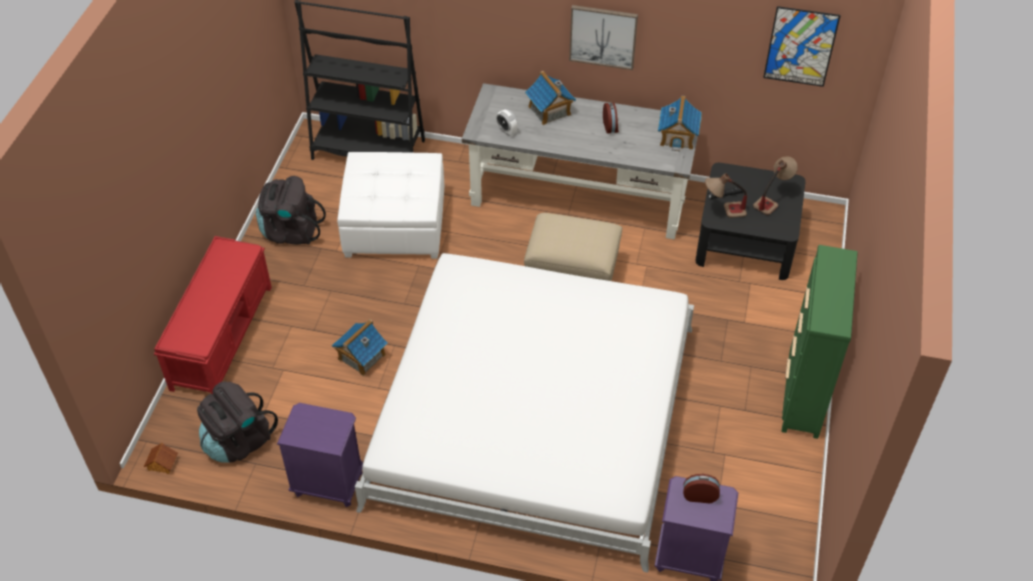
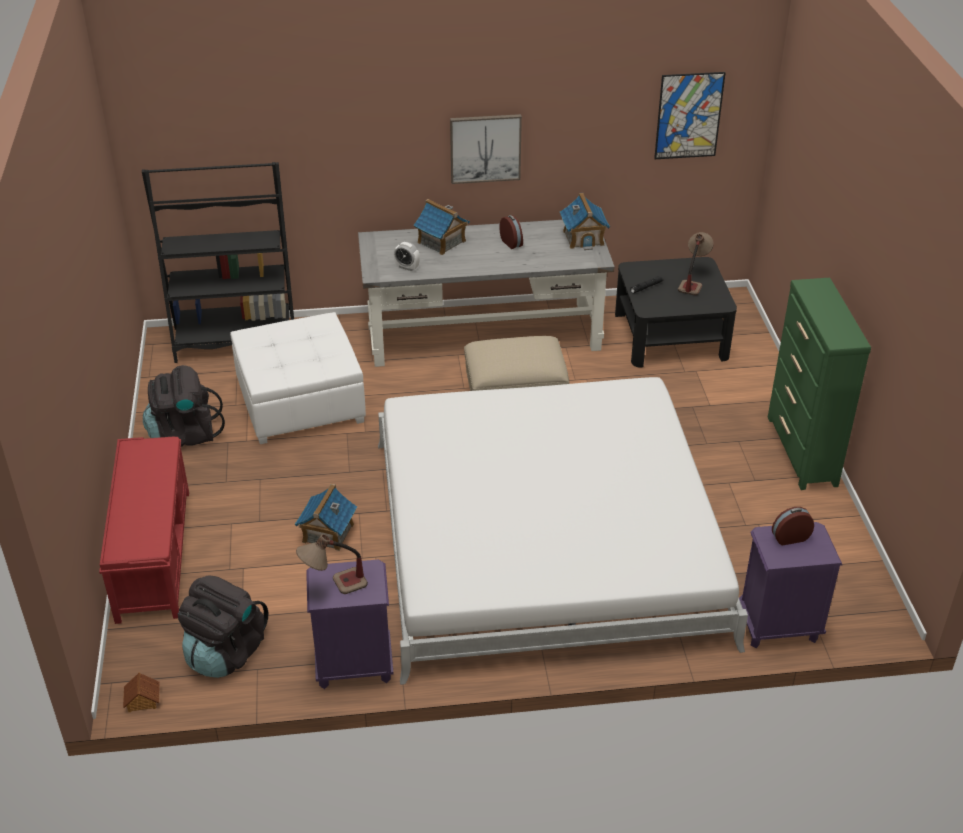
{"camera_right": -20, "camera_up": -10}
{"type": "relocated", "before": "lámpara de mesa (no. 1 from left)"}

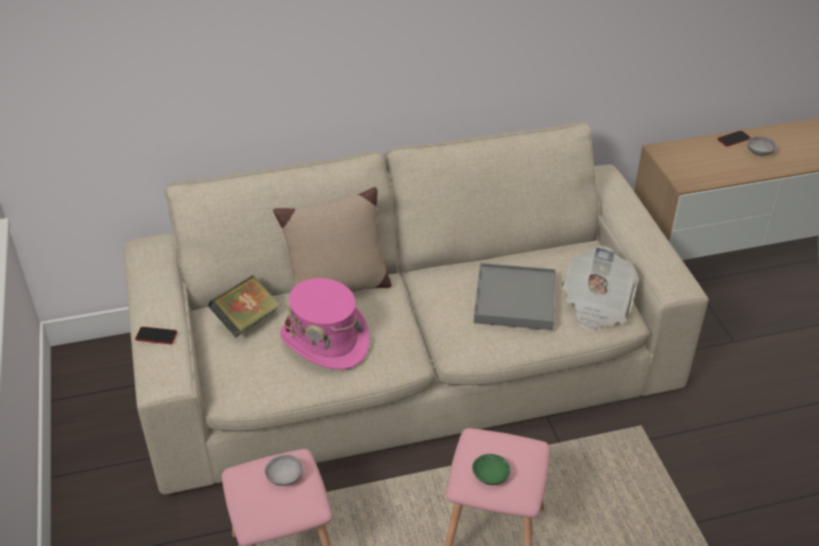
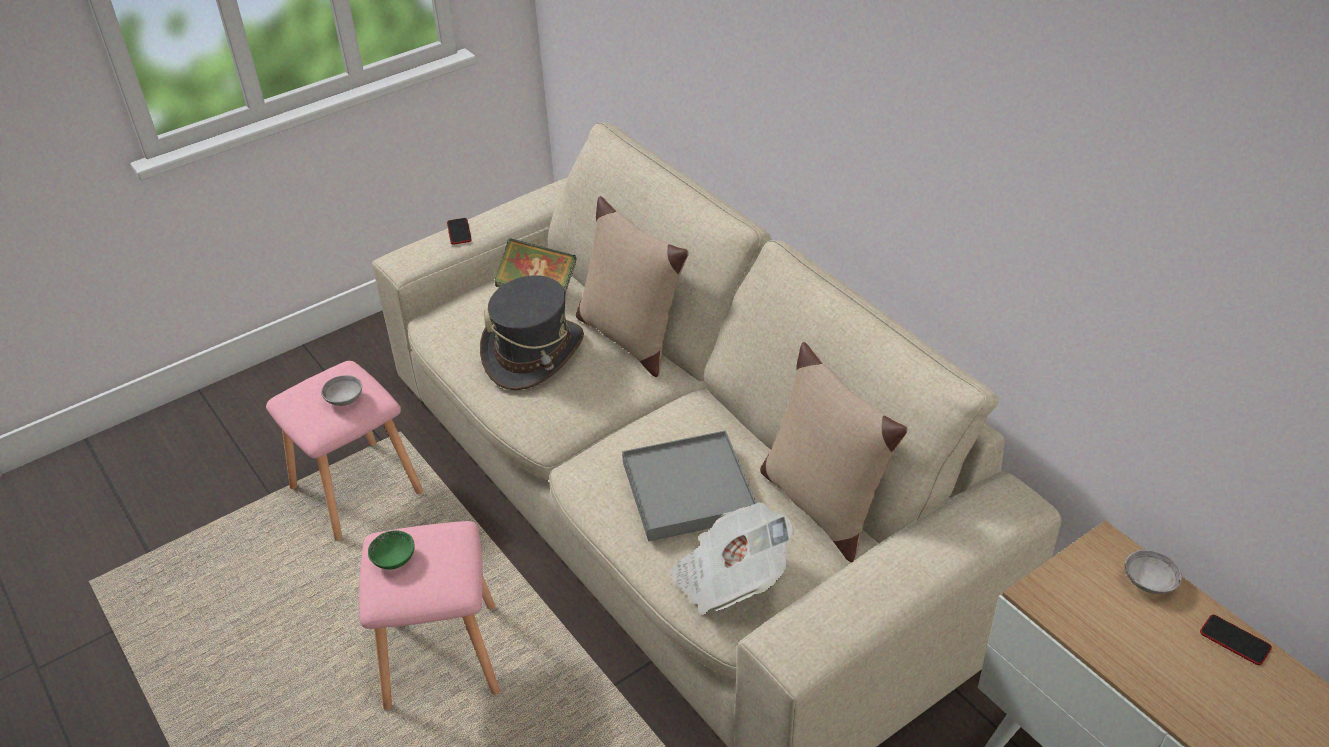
{"camera_right": 70, "camera_up": 0}
{"type": "colour", "before": "sombrero/rosa", "after": "sombrero/gris"}
{"type": "appeared", "after": "cojín/beis (no. 2 from left)"}
{"type": "relocated", "before": "cuenco/gris (no. 2 from left)"}

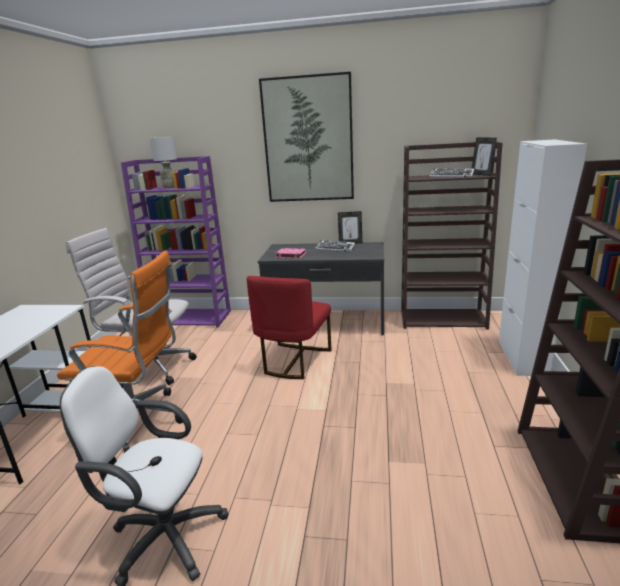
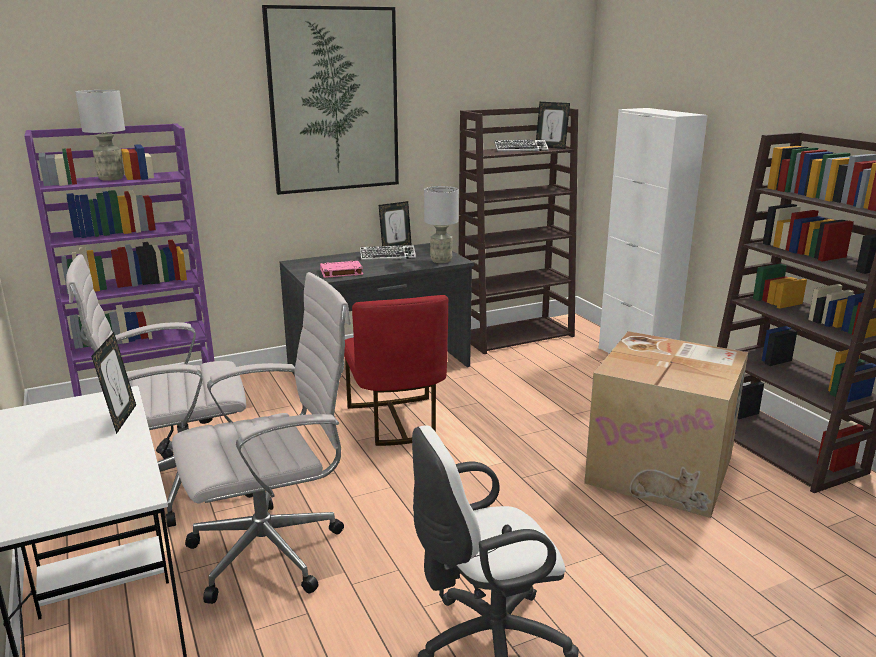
{"camera_right": -35, "camera_up": 0}
{"type": "appeared", "after": "portarretratos (no. 1 from left)"}
{"type": "colour", "before": "silla de oficina/naranja", "after": "silla de oficina/blanco (no. 2 from left)"}
{"type": "appeared", "after": "lámpara de mesa/gris (no. 2 from left)"}
{"type": "appeared", "after": "caja de cartón"}

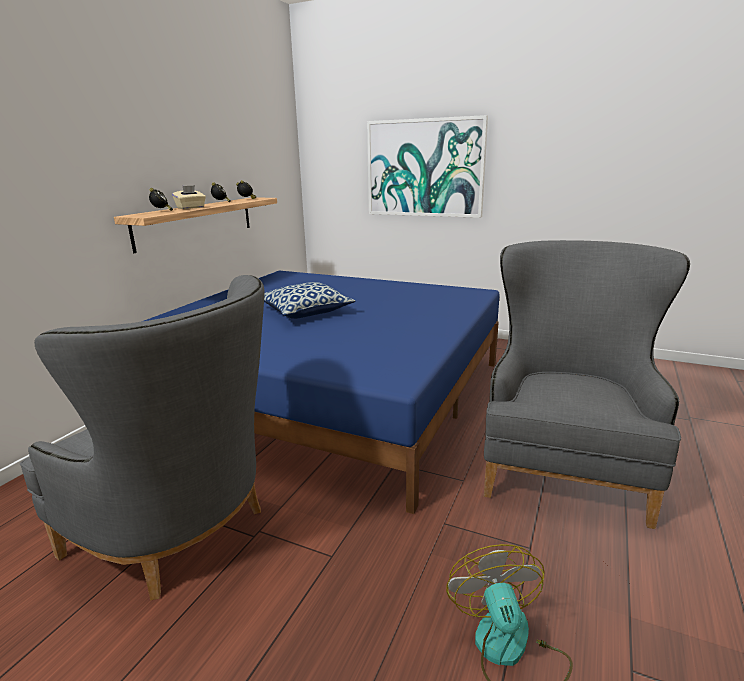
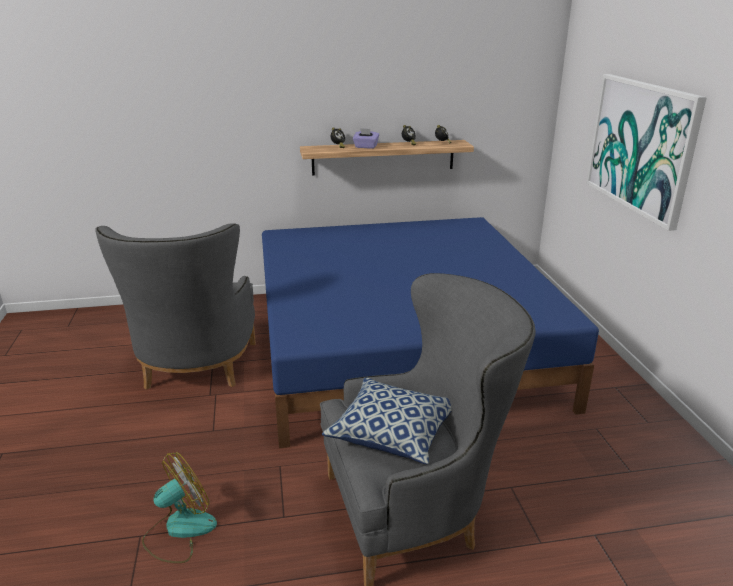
{"camera_right": 55, "camera_up": 5}
{"type": "relocated", "before": "cojín"}
{"type": "colour", "before": "caja de pañuelos/beis", "after": "caja de pañuelos/morado"}

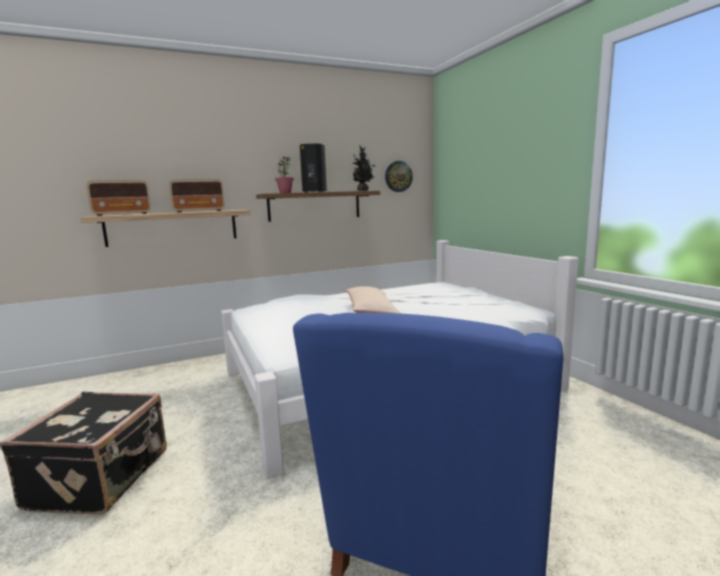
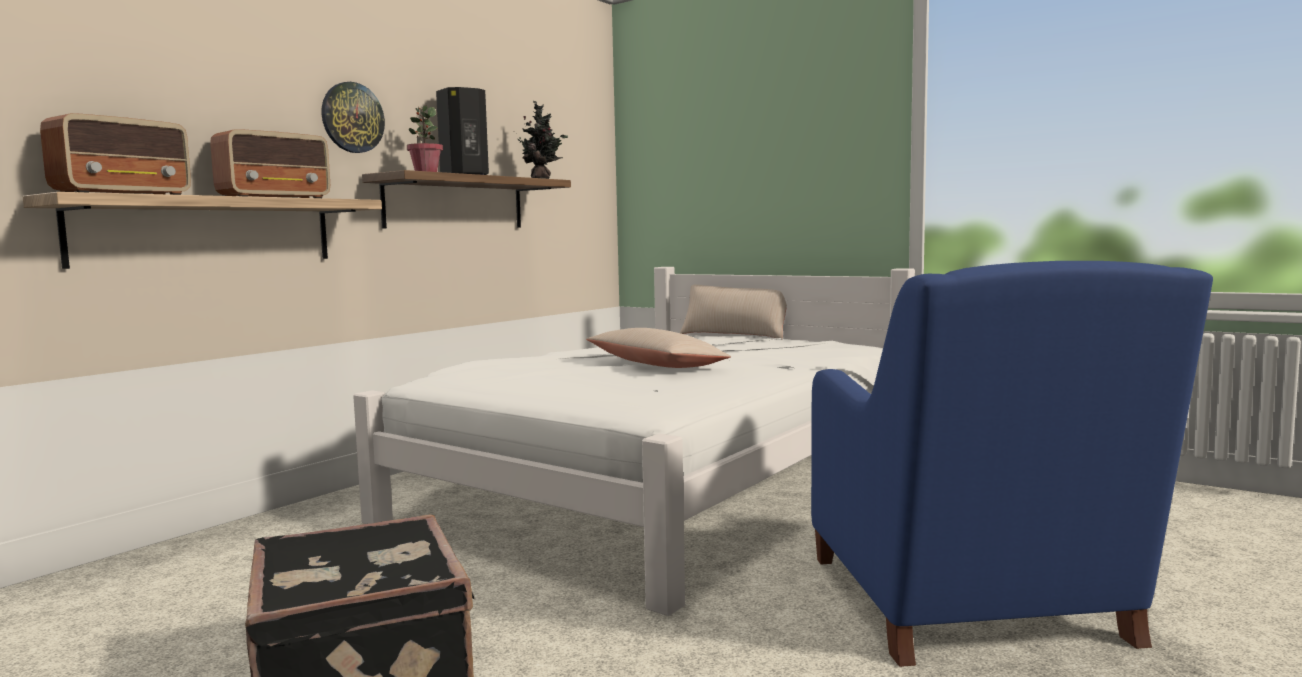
{"camera_right": -30, "camera_up": -5}
{"type": "relocated", "before": "reloj de pared"}
{"type": "appeared", "after": "cojín/beis (no. 2 from left)"}

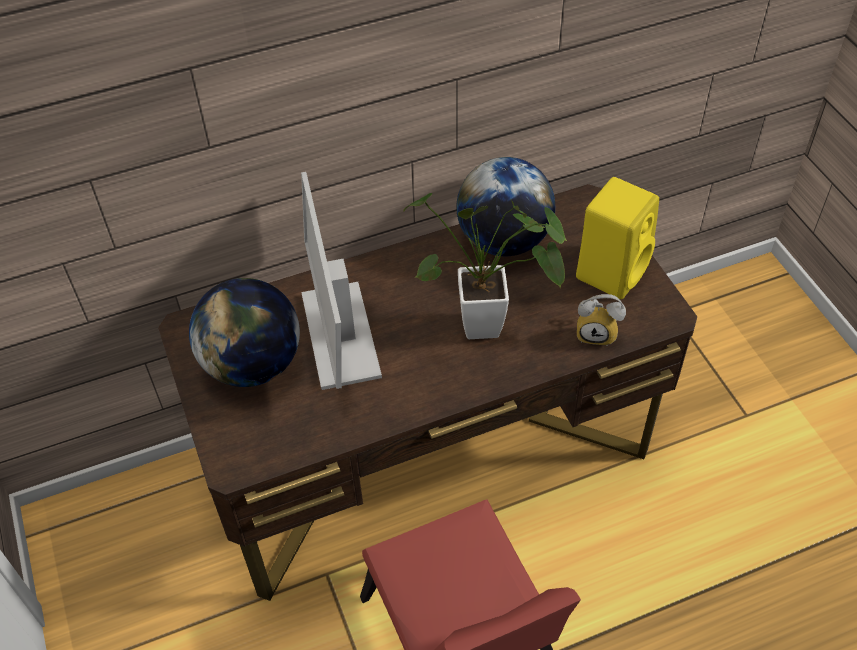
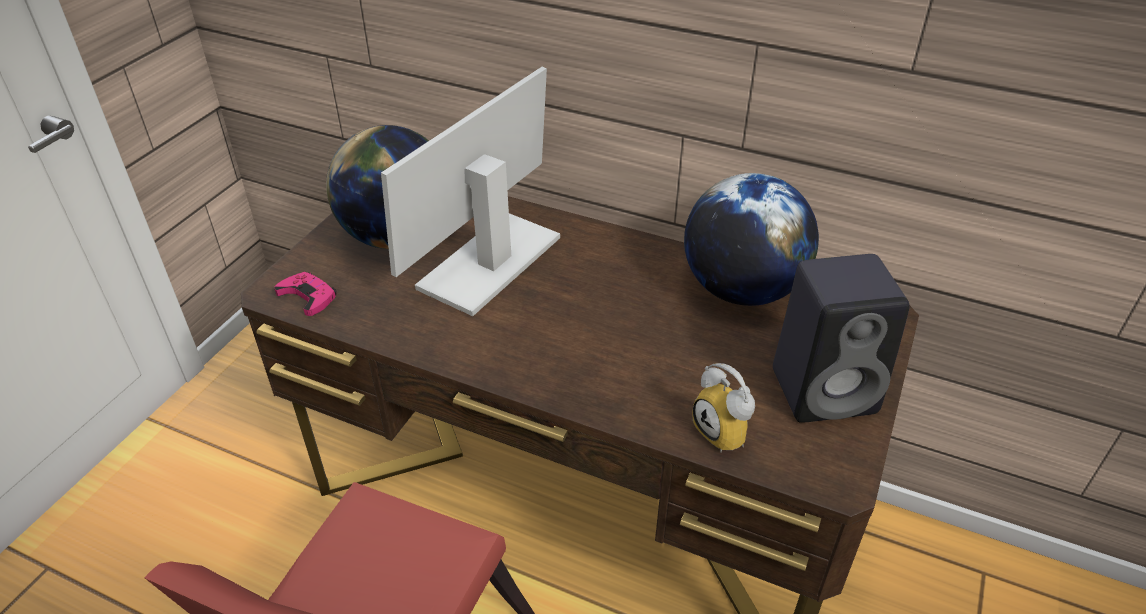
{"camera_right": 45, "camera_up": -10}
{"type": "appeared", "after": "mando de consola/rosa"}
{"type": "colour", "before": "altavoz/amarillo", "after": "altavoz/negro"}
{"type": "missing", "before": "planta en maceta"}

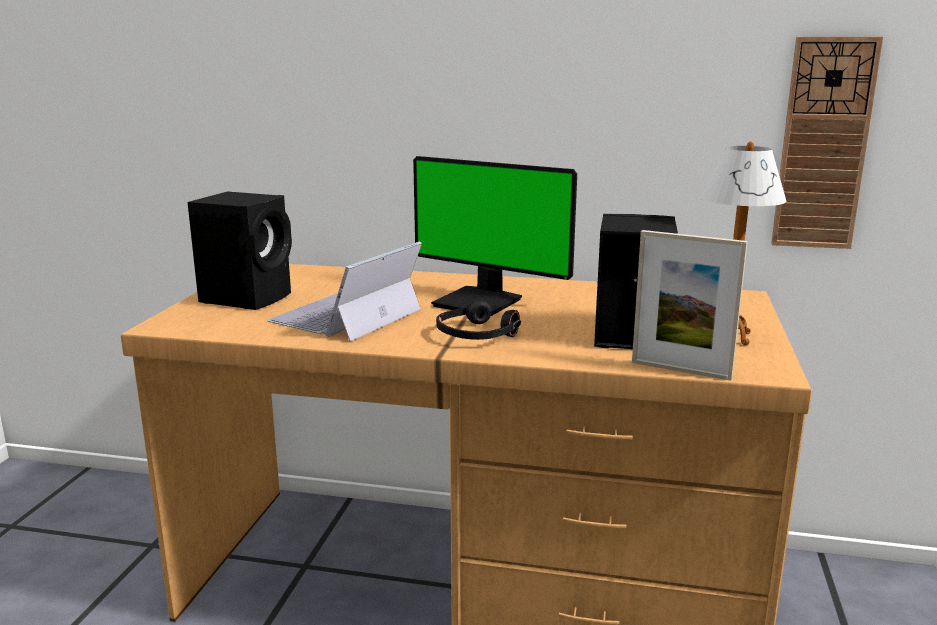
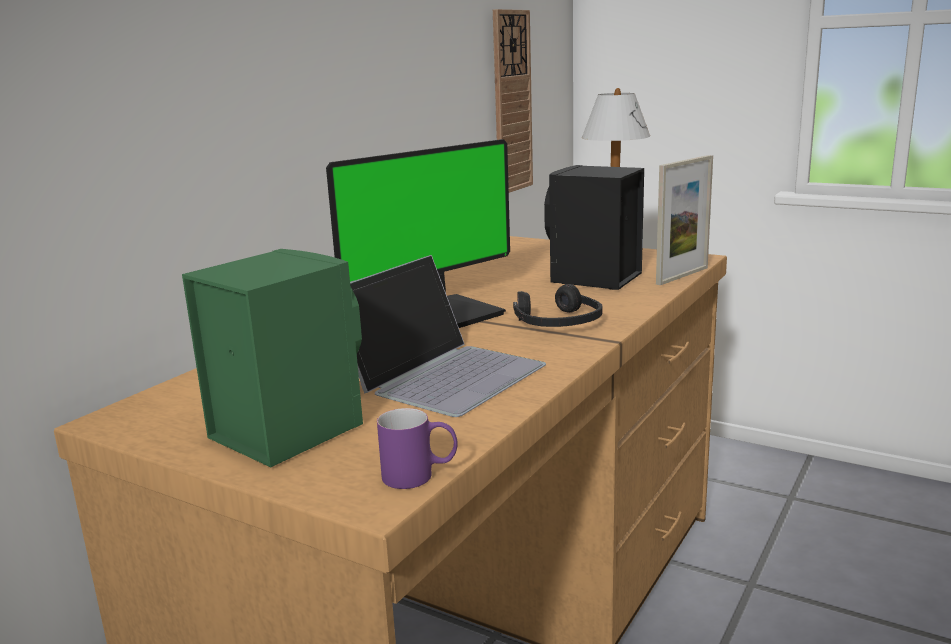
{"camera_right": -70, "camera_up": 0}
{"type": "colour", "before": "altavoz/negro (no. 1 from left)", "after": "altavoz/verde"}
{"type": "spun", "before": "portátil", "turn": -105}
{"type": "appeared", "after": "taza grande/morado"}

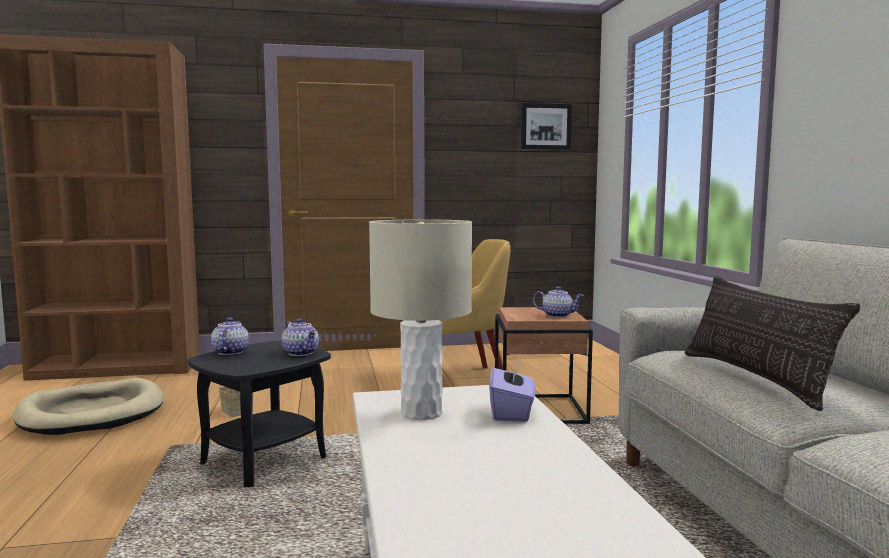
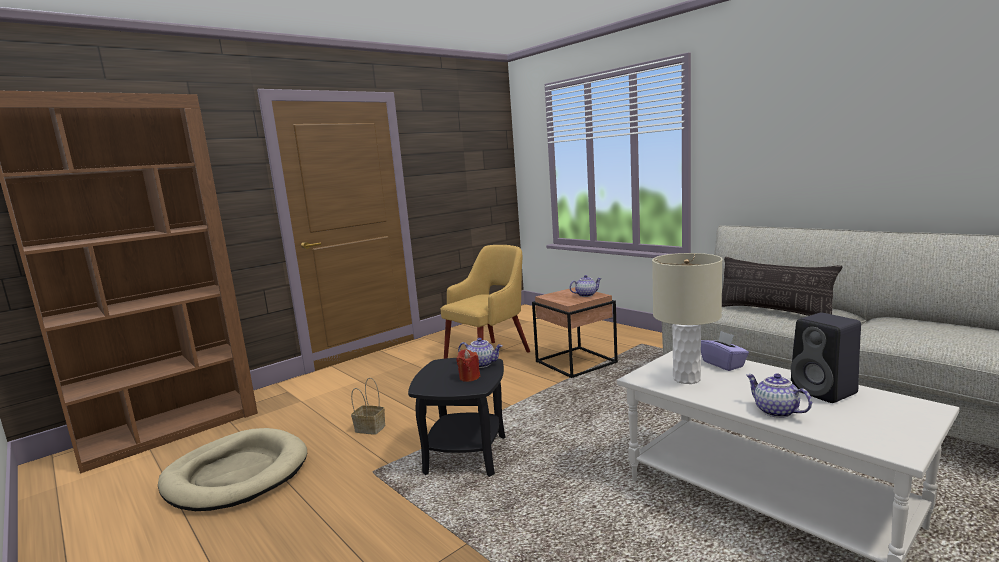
{"camera_right": -30, "camera_up": 5}
{"type": "appeared", "after": "vela/rojo"}
{"type": "relocated", "before": "tetera (no. 1 from left in the first image)", "after": "tetera (no. 3 from left)"}
{"type": "appeared", "after": "altavoz/negro"}
{"type": "missing", "before": "cuadro"}

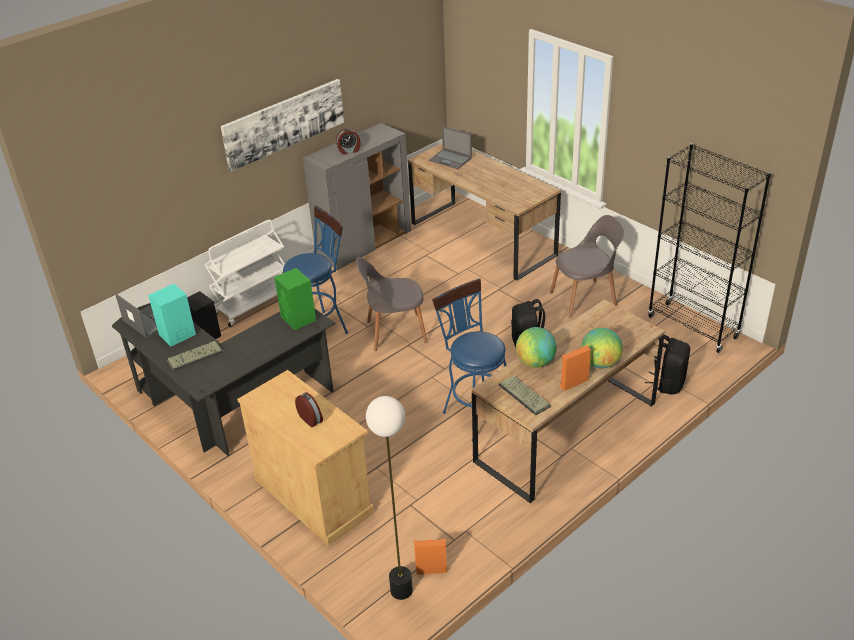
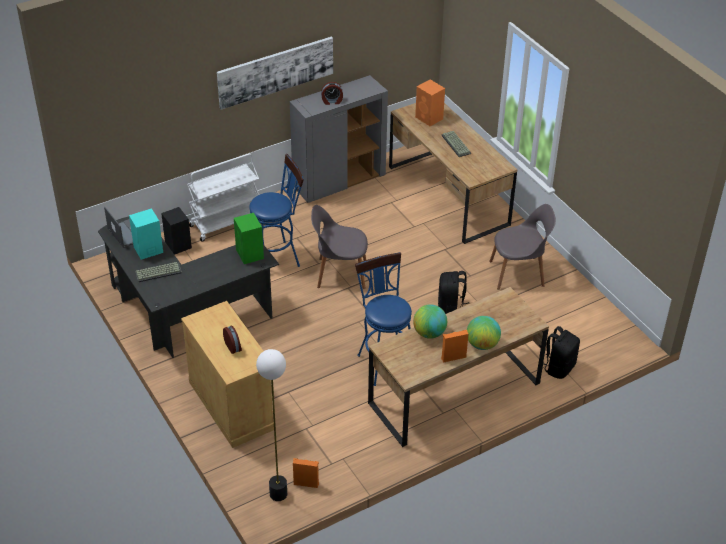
{"camera_right": 10, "camera_up": 5}
{"type": "exchanged", "before": "portátil (no. 2 from left)", "after": "altavoz/naranja (no. 2 from left)"}
{"type": "relocated", "before": "teclado (no. 2 from left)"}
{"type": "missing", "before": "estantería/negro"}

